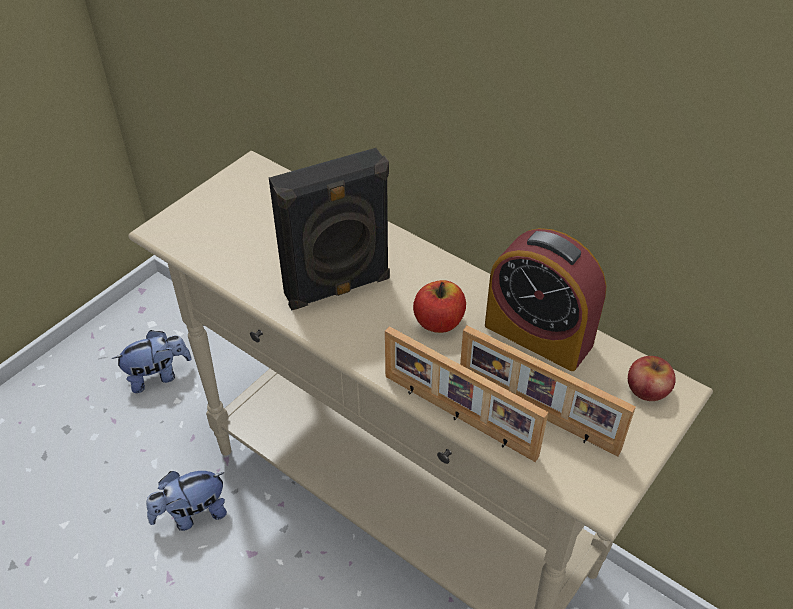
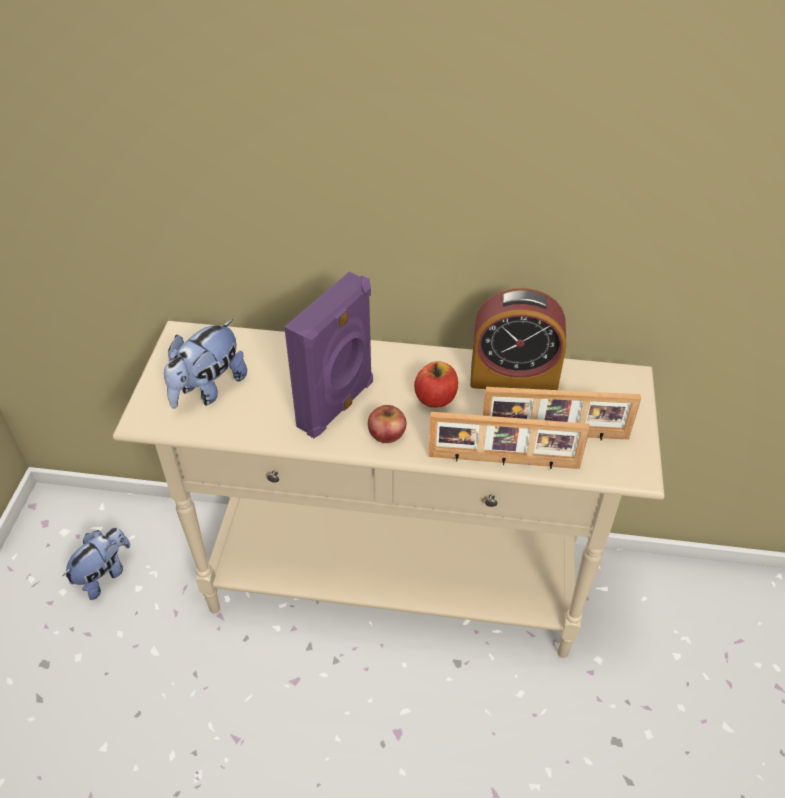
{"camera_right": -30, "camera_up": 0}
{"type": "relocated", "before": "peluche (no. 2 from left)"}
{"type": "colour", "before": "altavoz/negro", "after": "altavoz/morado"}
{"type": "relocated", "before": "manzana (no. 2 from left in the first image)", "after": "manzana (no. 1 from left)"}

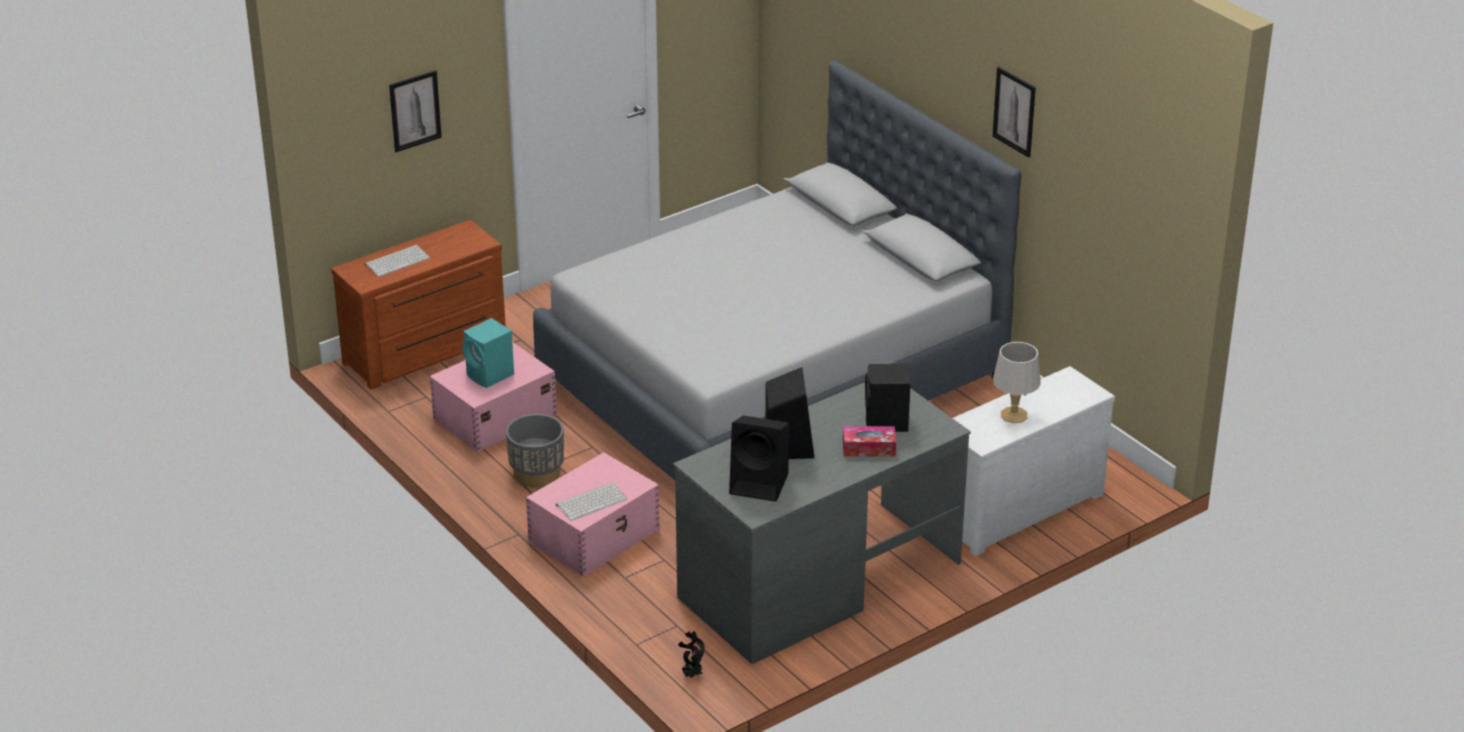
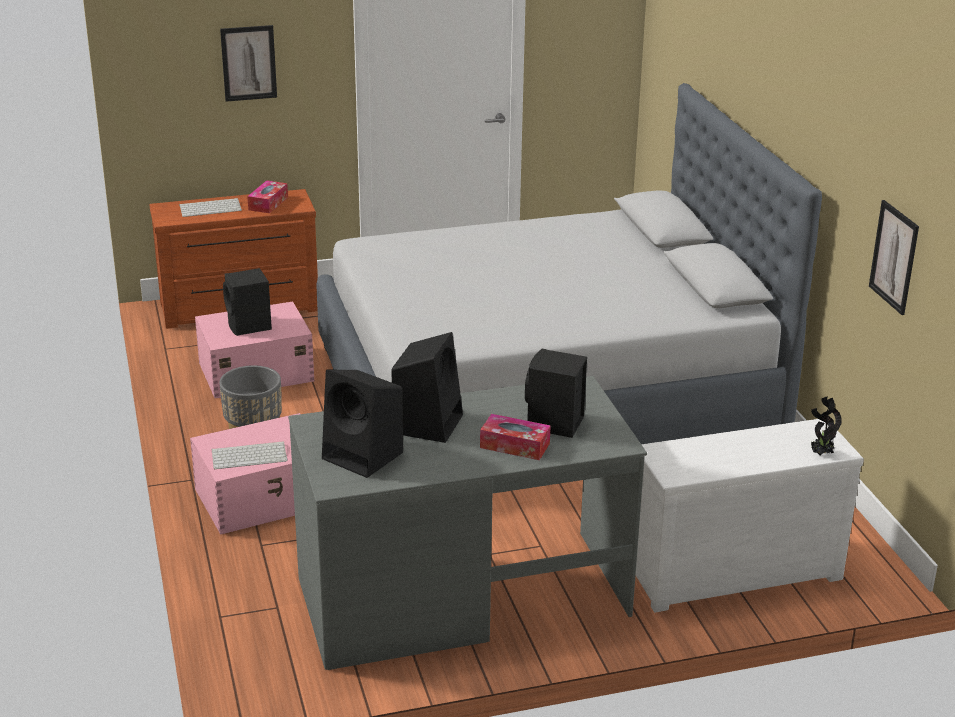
{"camera_right": 20, "camera_up": -5}
{"type": "colour", "before": "altavoz/turquesa", "after": "altavoz/negro (no. 1 from left)"}
{"type": "appeared", "after": "caja de pañuelos (no. 1 from left)"}
{"type": "relocated", "before": "planta en maceta"}
{"type": "relocated", "before": "cuadro (no. 2 from left)"}
{"type": "missing", "before": "lámpara de mesa/gris"}

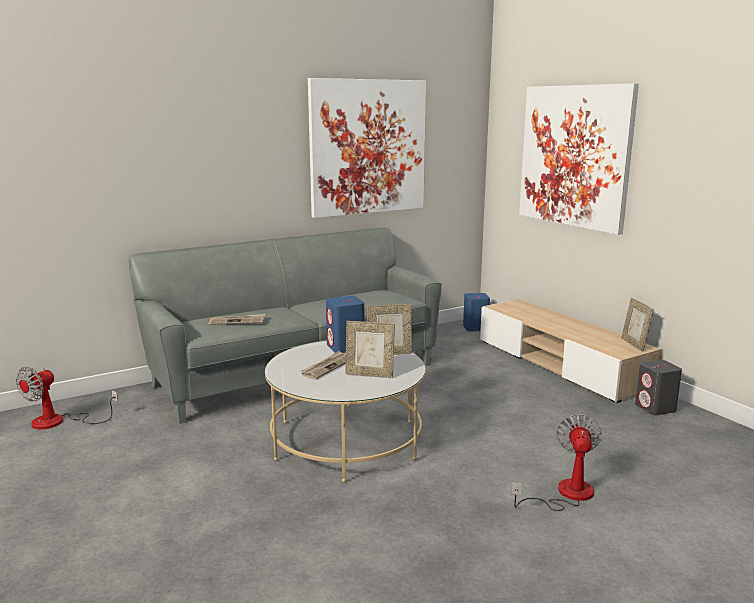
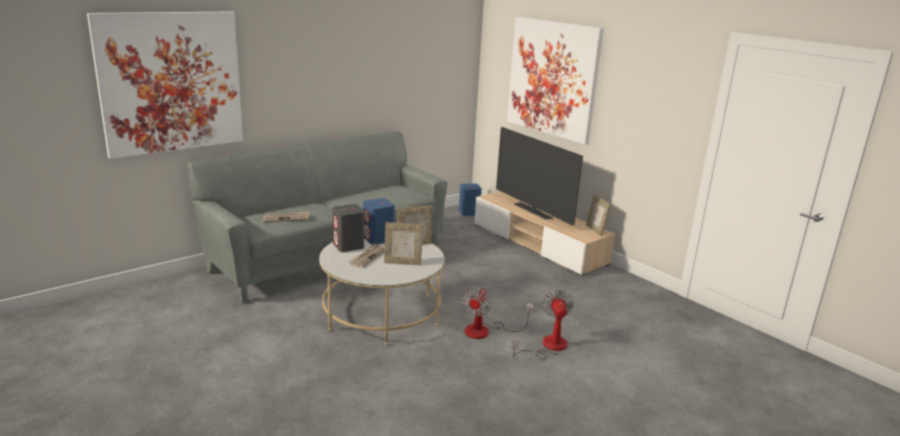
{"camera_right": -10, "camera_up": 5}
{"type": "relocated", "before": "cuadro (no. 1 from left)"}
{"type": "relocated", "before": "altavoz/gris"}
{"type": "relocated", "before": "ventilador (no. 1 from left)"}
{"type": "appeared", "after": "televisor"}

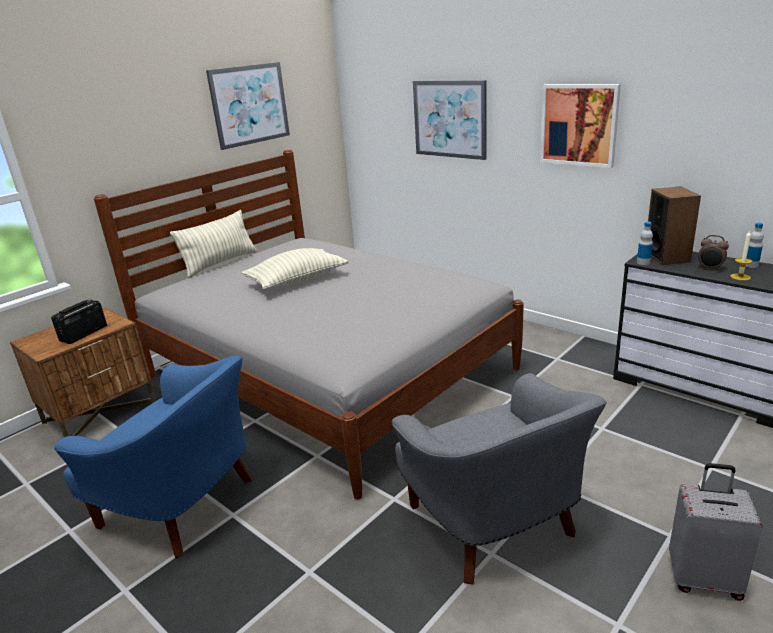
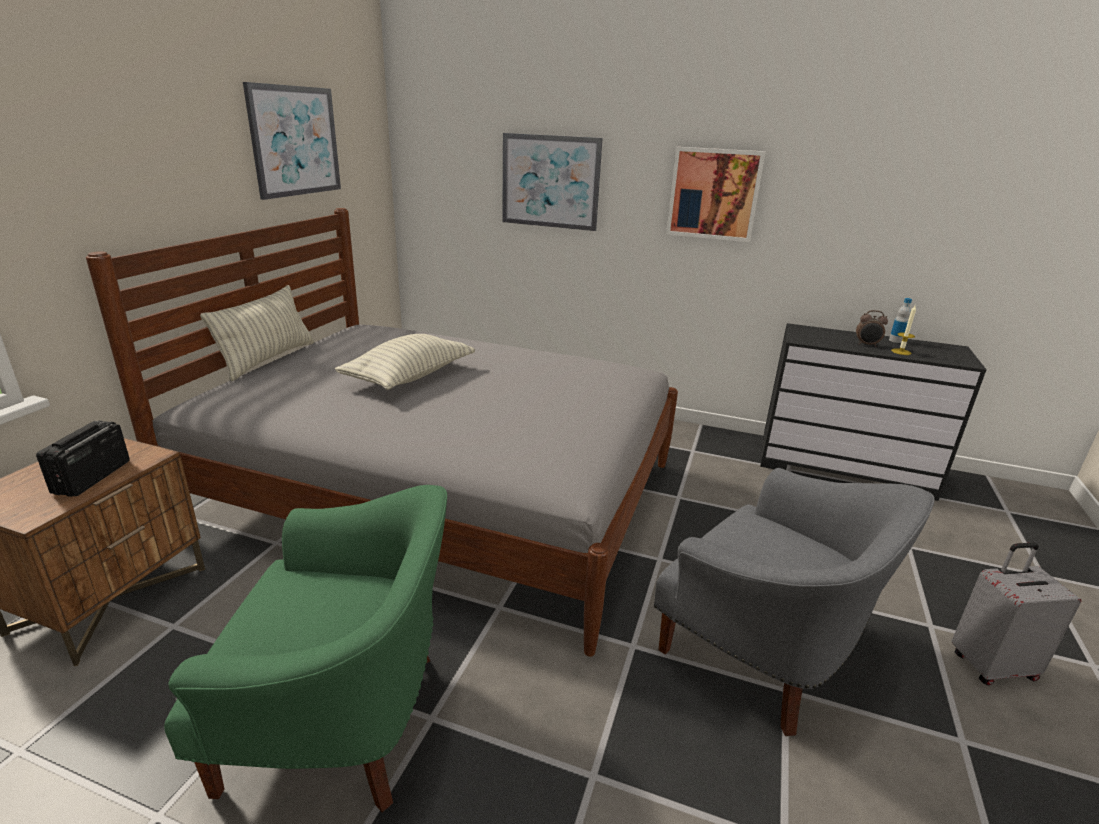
{"camera_right": -25, "camera_up": 0}
{"type": "colour", "before": "sillón/azul", "after": "sillón/verde"}
{"type": "missing", "before": "botella (no. 1 from left)"}
{"type": "missing", "before": "altavoz"}

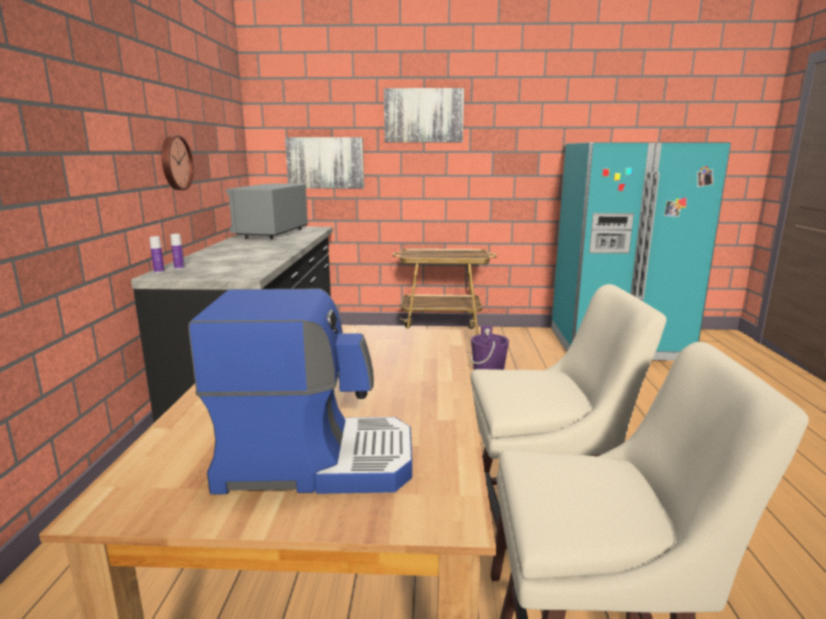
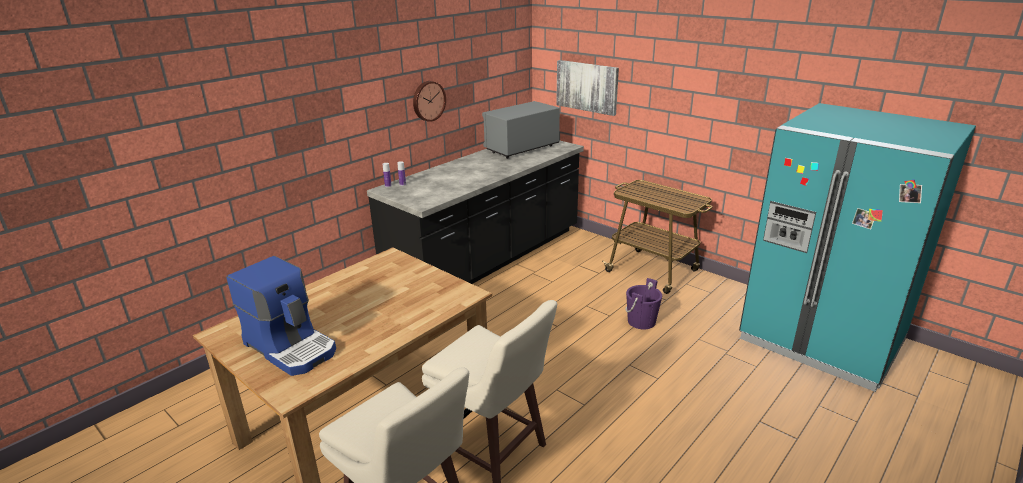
{"camera_right": 40, "camera_up": 10}
{"type": "missing", "before": "cuadro (no. 2 from left)"}

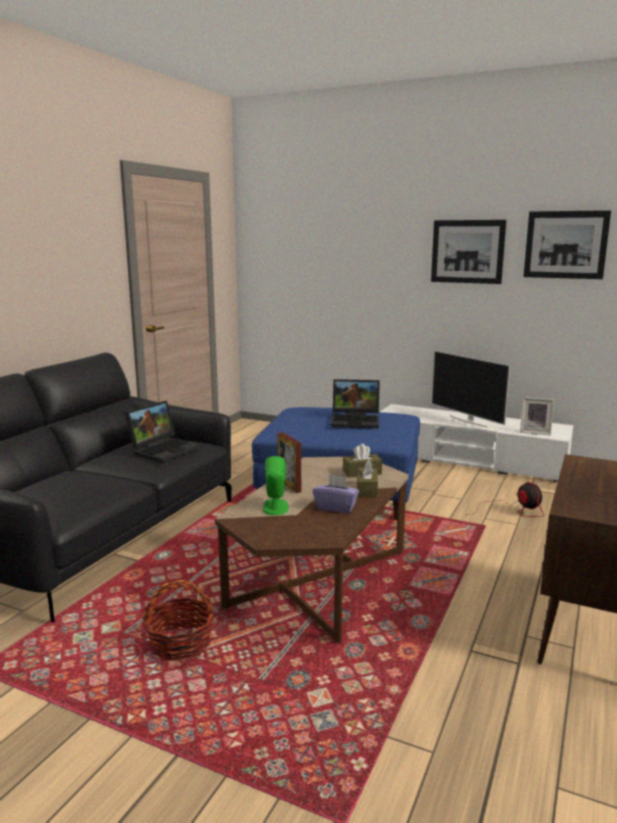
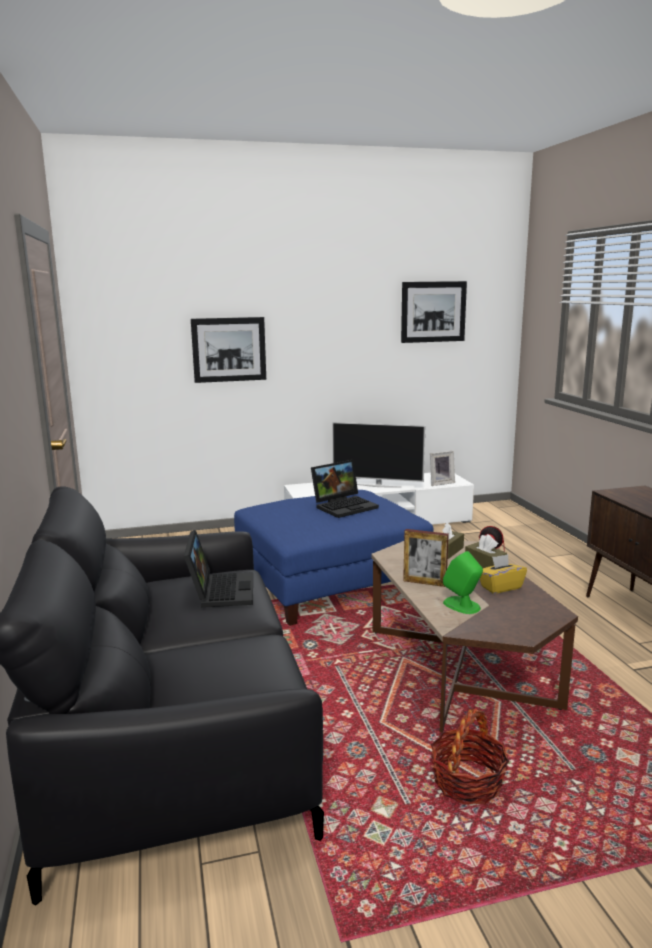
{"camera_right": -40, "camera_up": 0}
{"type": "relocated", "before": "cuadro (no. 1 from left)"}
{"type": "colour", "before": "caja de pañuelos/morado", "after": "caja de pañuelos/amarillo"}

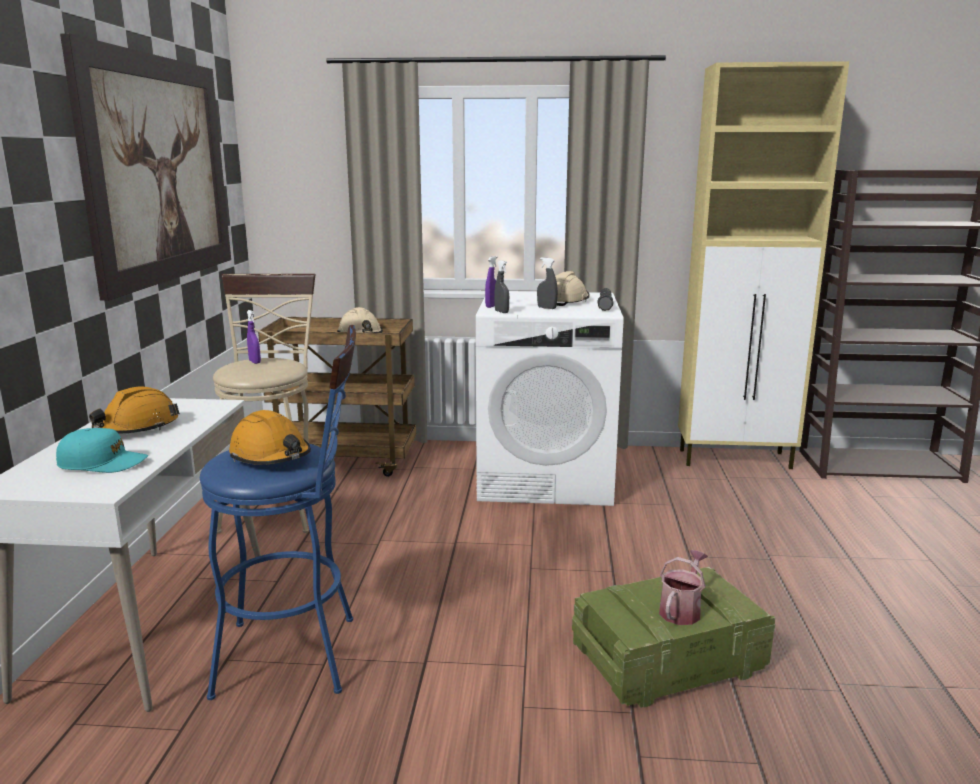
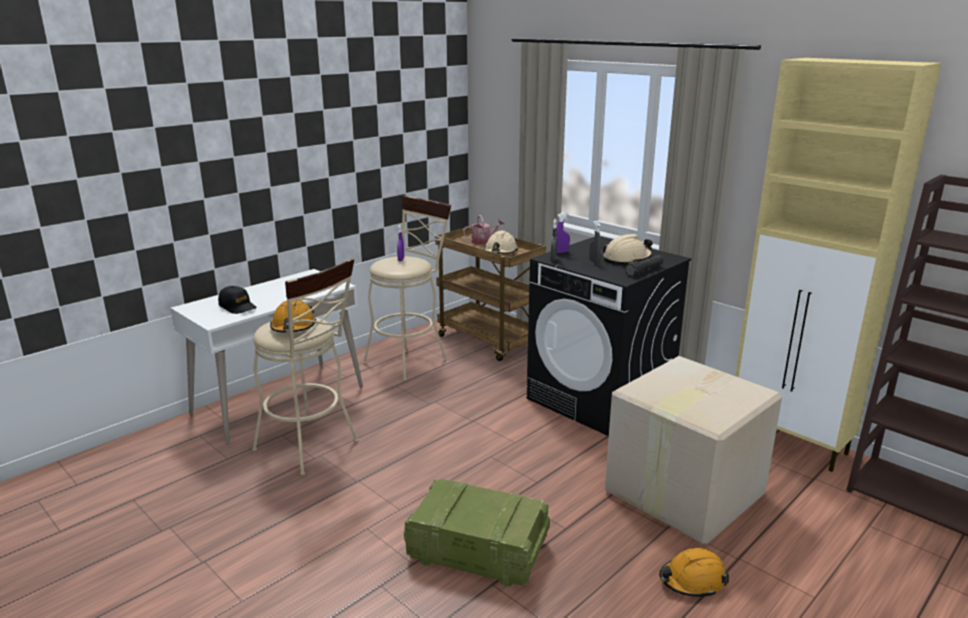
{"camera_right": 40, "camera_up": 5}
{"type": "colour", "before": "gorra/turquesa", "after": "gorra/negro"}
{"type": "colour", "before": "taburete/azul", "after": "taburete/beis (no. 1 from left)"}
{"type": "relocated", "before": "regadera"}
{"type": "colour", "before": "lavadora/blanco", "after": "lavadora/negro"}
{"type": "appeared", "after": "caja de cartón"}
{"type": "relocated", "before": "casco/naranja (no. 1 from left in the first image)", "after": "casco/naranja (no. 2 from left)"}
{"type": "missing", "before": "cuadro"}

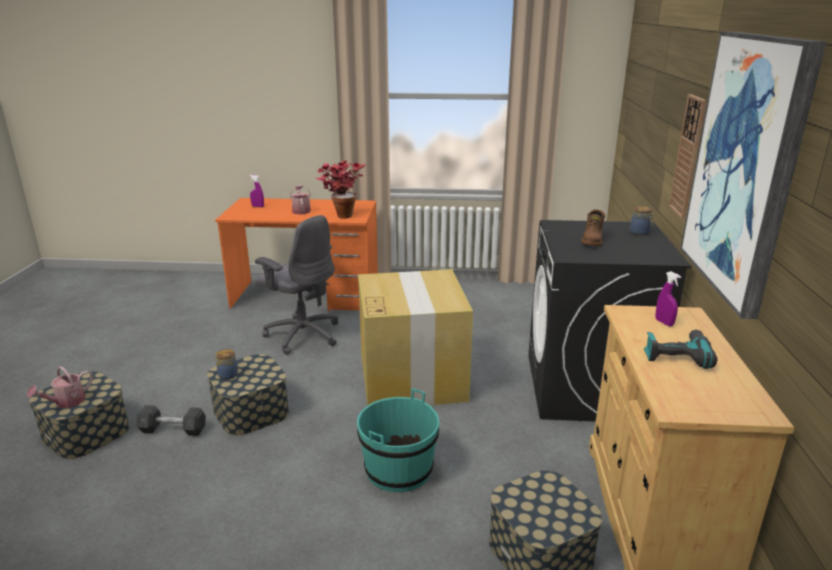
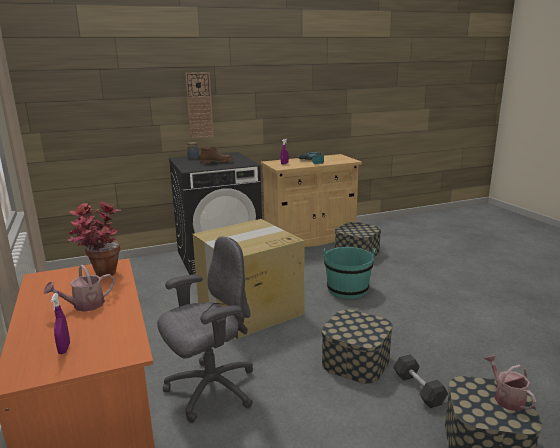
{"camera_right": -115, "camera_up": -5}
{"type": "spun", "before": "silla de oficina/gris", "turn": 45}
{"type": "spun", "before": "regadera (no. 1 from left in the first image)", "turn": -120}
{"type": "missing", "before": "tarro (no. 1 from left)"}
{"type": "missing", "before": "cuadro"}

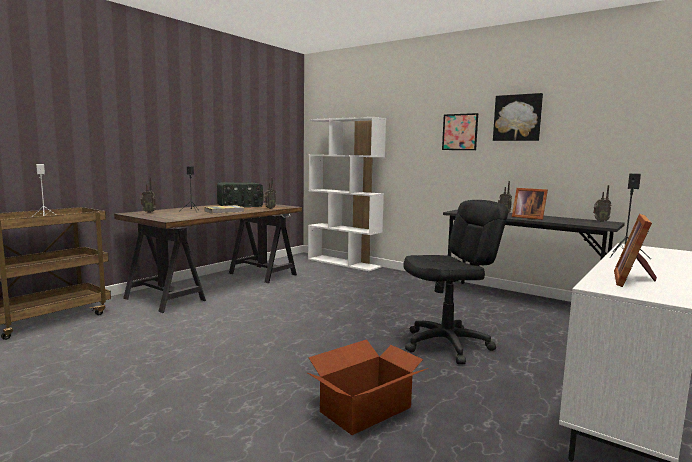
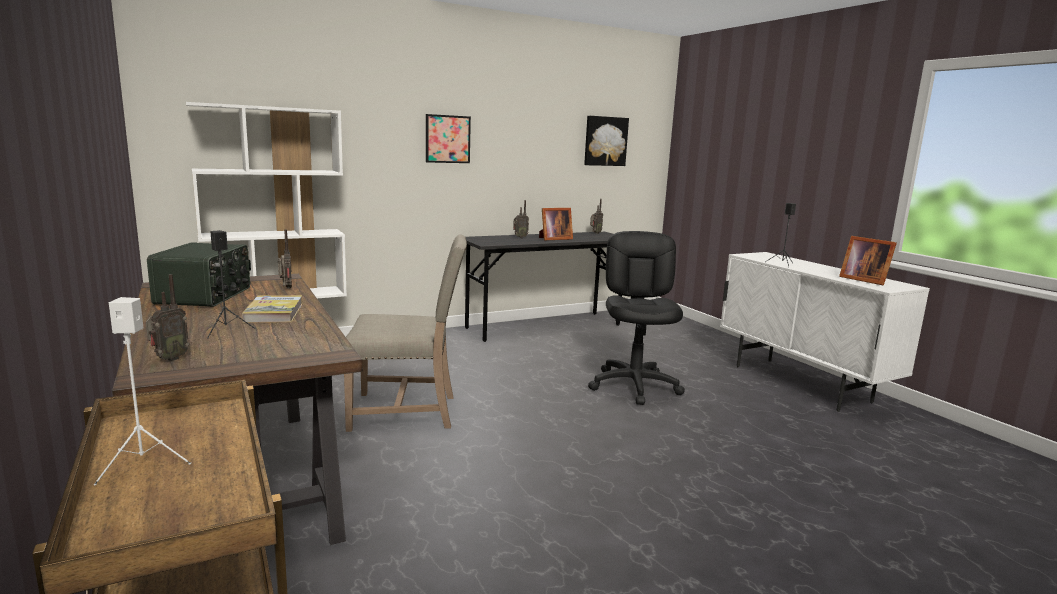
{"camera_right": -65, "camera_up": 5}
{"type": "appeared", "after": "silla/beis"}
{"type": "relocated", "before": "cuadro (no. 2 from left)"}
{"type": "missing", "before": "caja de cartón"}

